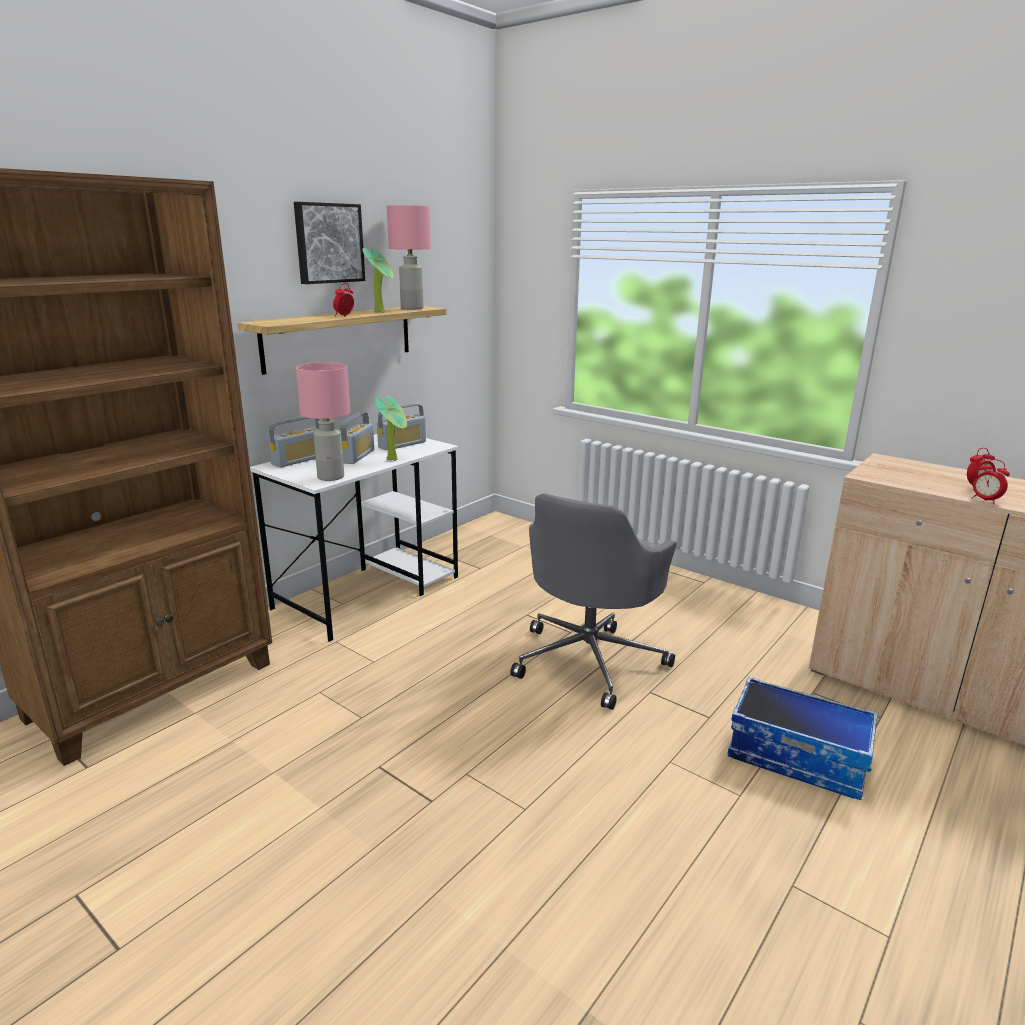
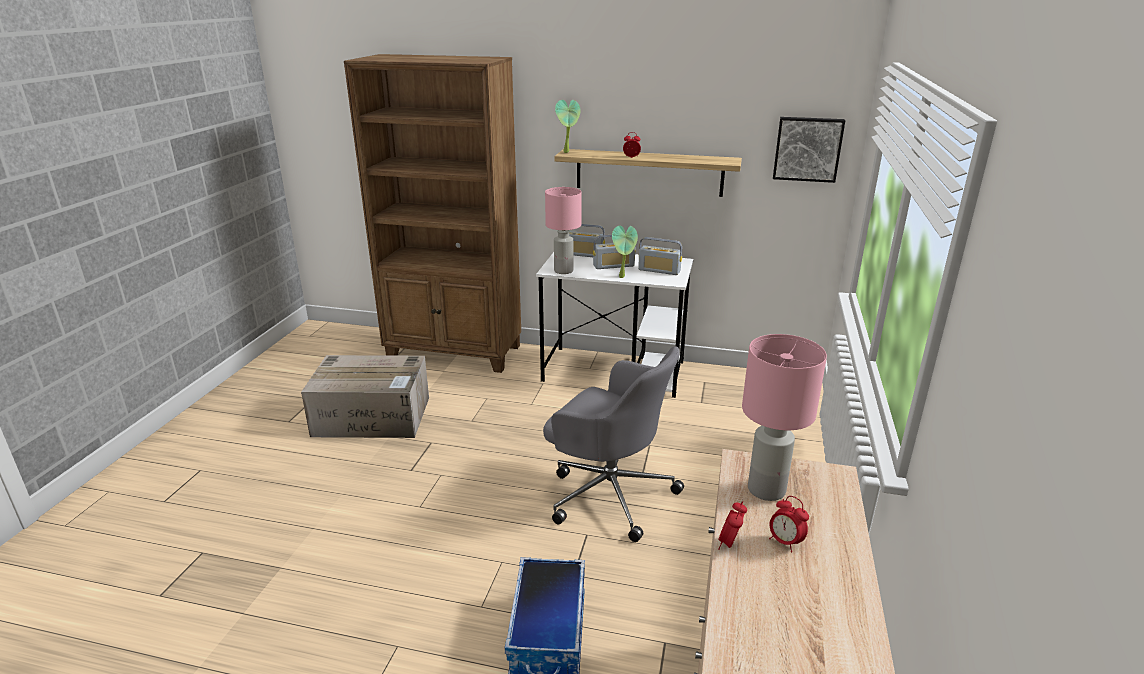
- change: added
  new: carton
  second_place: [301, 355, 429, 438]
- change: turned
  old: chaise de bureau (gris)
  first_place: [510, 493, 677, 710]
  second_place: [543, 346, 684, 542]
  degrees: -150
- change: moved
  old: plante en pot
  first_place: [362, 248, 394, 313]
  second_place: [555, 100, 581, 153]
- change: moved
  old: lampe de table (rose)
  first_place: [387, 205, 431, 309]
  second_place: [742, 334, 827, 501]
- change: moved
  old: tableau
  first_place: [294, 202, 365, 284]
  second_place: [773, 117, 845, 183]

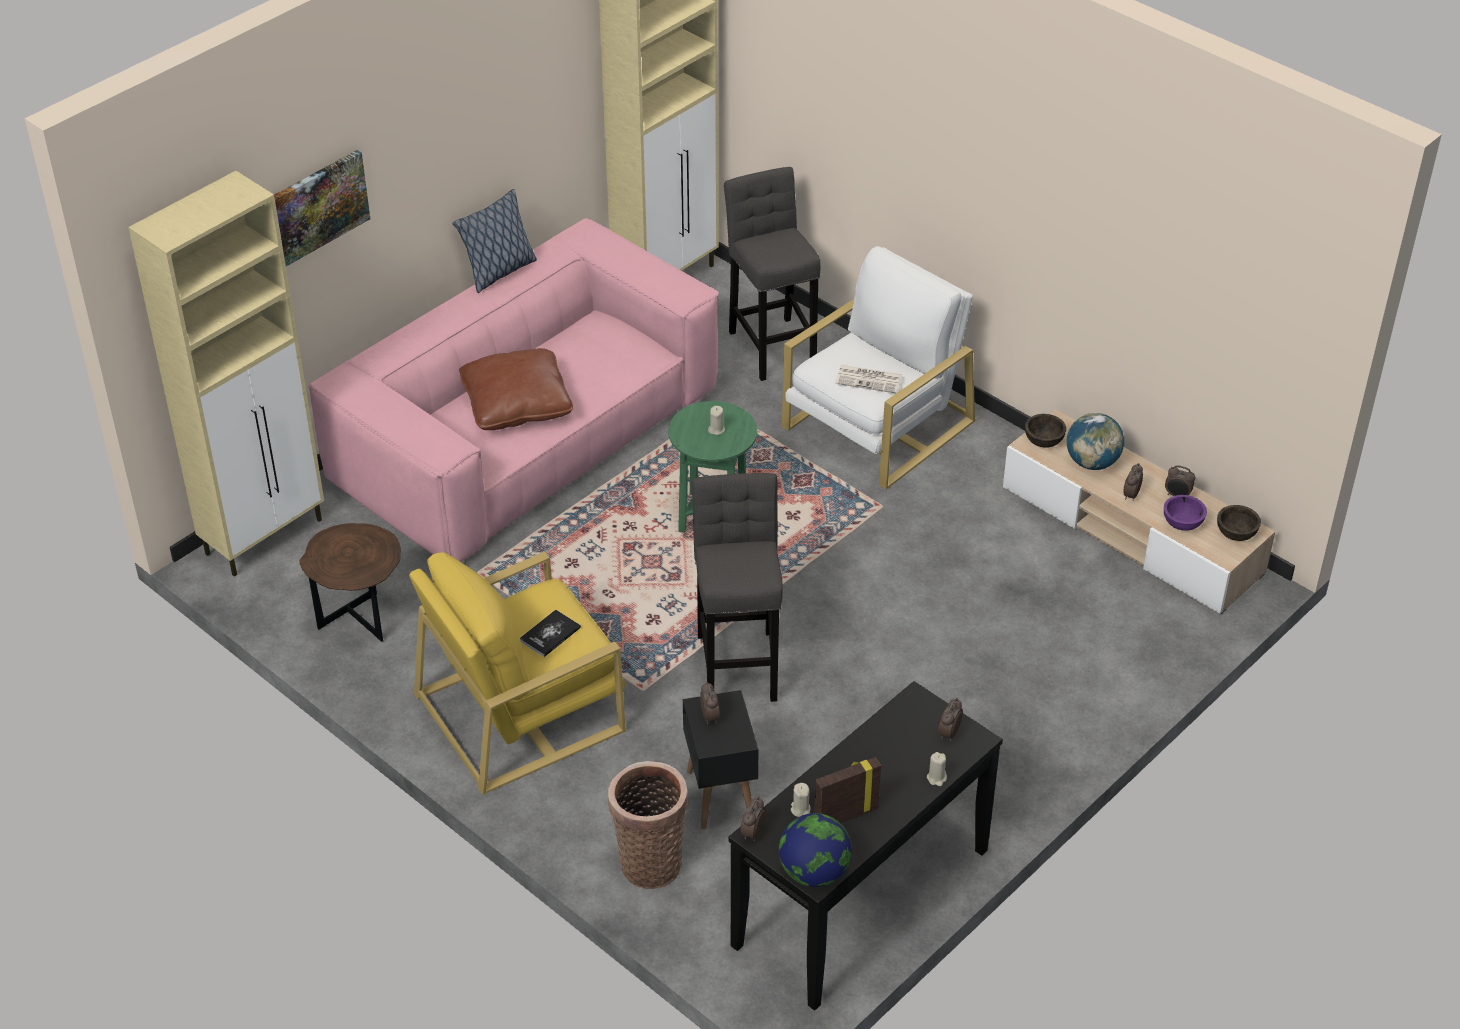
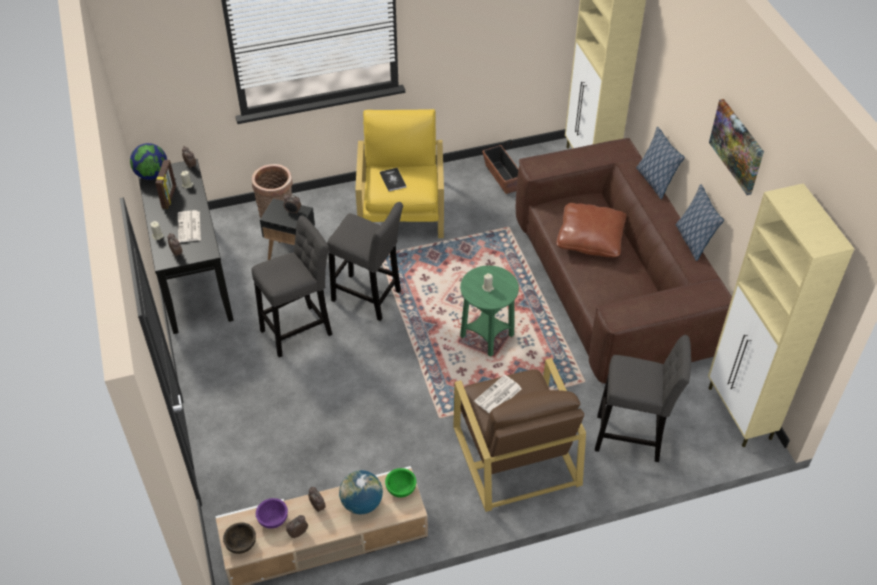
- change: added
  new: journal
  second_place: [178, 210, 201, 242]
- change: added
  new: tabouret (gris)
  second_place: [252, 215, 332, 358]
- change: recoloured
  old: bol (marron)
  new: bol (vert)
  first_place: [1025, 414, 1066, 448]
  second_place: [385, 468, 416, 498]
- change: recoloured
  old: fauteuil (blanc)
  new: fauteuil (marron)
  first_place: [782, 246, 975, 490]
  second_place: [453, 358, 586, 512]
- change: replaced
  old: table d'appoint (marron)
  new: cache-pot
  first_place: [299, 523, 401, 642]
  second_place: [482, 139, 519, 194]
- change: recoloured
  old: canapé (rose)
  new: canapé (marron)
  first_place: [308, 218, 719, 562]
  second_place: [516, 138, 732, 384]
- change: added
  new: coussin
  second_place: [636, 127, 685, 199]
- change: moved
  old: tableau
  first_place: [274, 150, 370, 266]
  second_place: [709, 99, 764, 195]

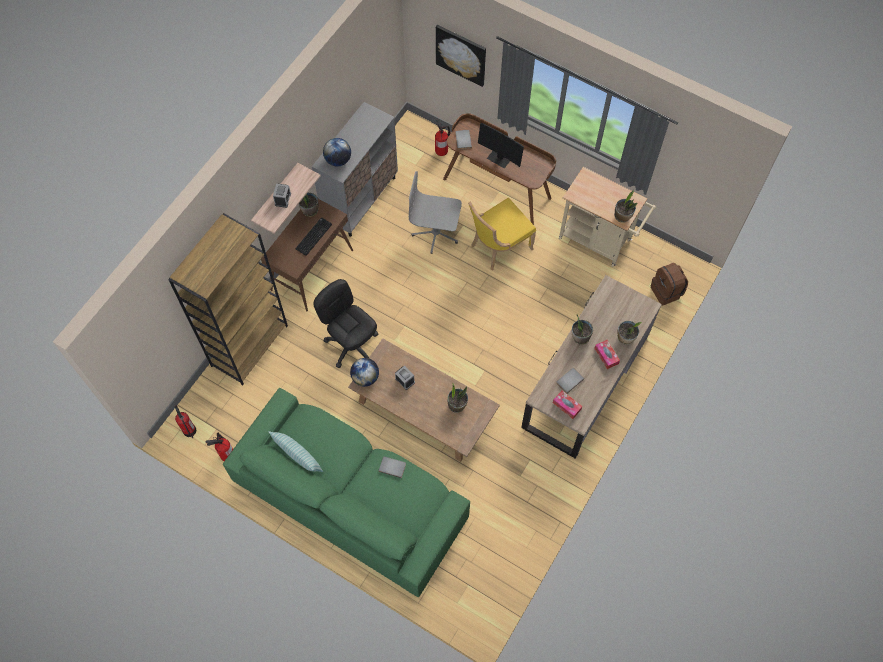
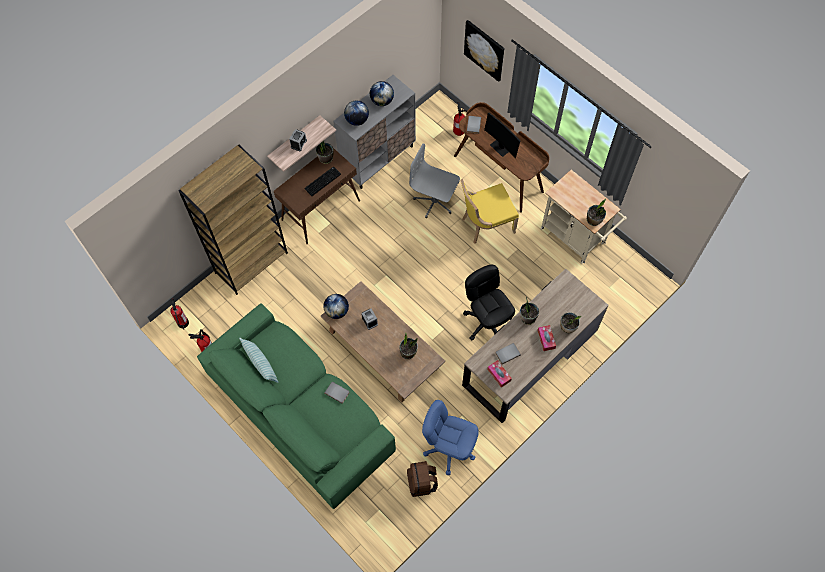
- change: added
  new: globe
  second_place: [370, 81, 394, 106]
- change: moved
  old: sac à dos (marron)
  first_place: [650, 263, 688, 305]
  second_place: [407, 461, 438, 497]
- change: added
  new: chaise de bureau (bleu)
  second_place: [422, 400, 479, 475]
- change: moved
  old: chaise de bureau (noir)
  first_place: [314, 279, 378, 368]
  second_place: [463, 265, 515, 341]

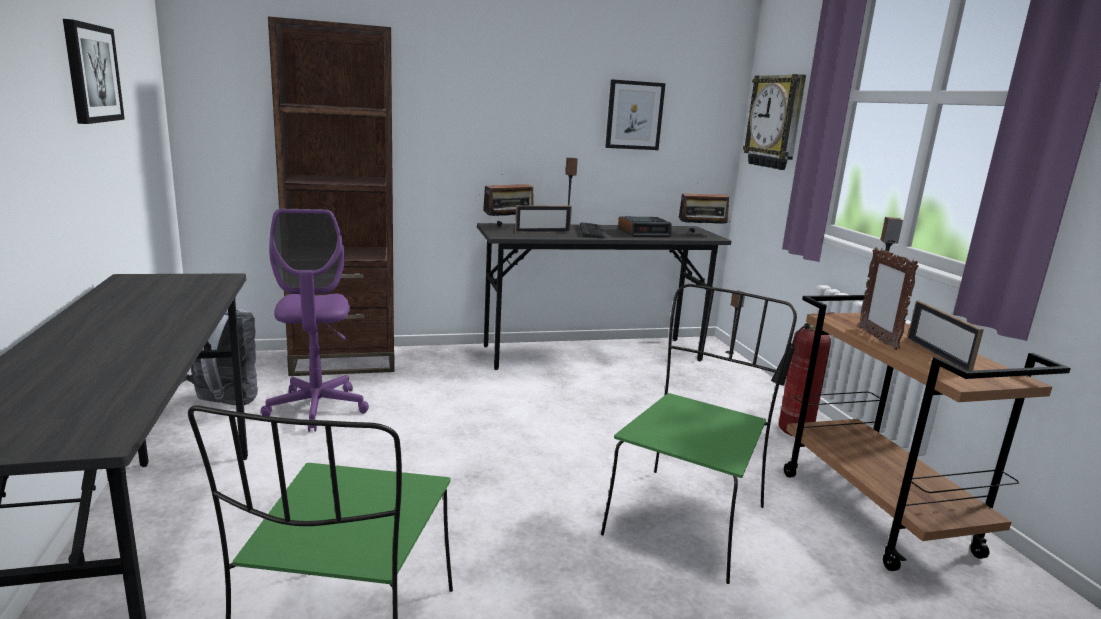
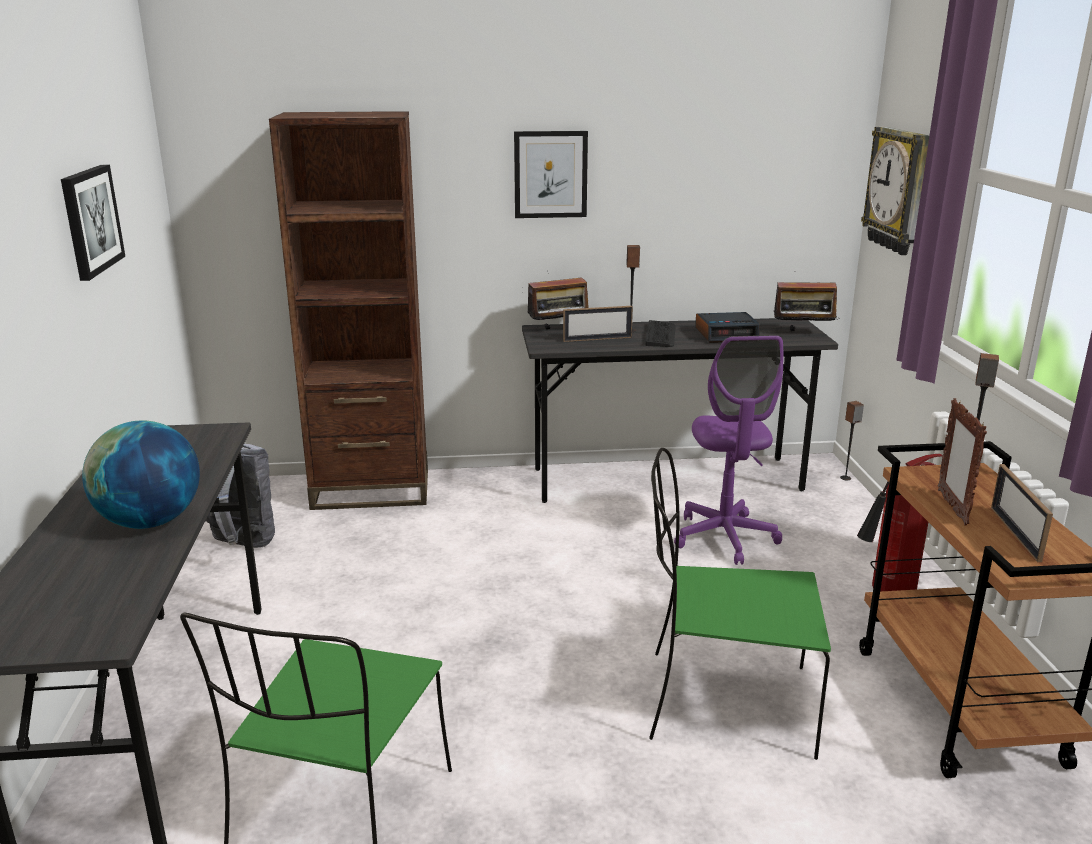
- change: added
  new: globe
  second_place: [82, 420, 200, 529]
- change: moved
  old: tableau
  first_place: [605, 79, 666, 150]
  second_place: [514, 131, 588, 218]
- change: turned
  old: chaise (vert)
  first_place: [601, 284, 797, 584]
  second_place: [649, 448, 831, 760]
  degrees: -120
- change: moved
  old: chaise de bureau (violet)
  first_place: [260, 209, 369, 432]
  second_place: [674, 335, 783, 565]

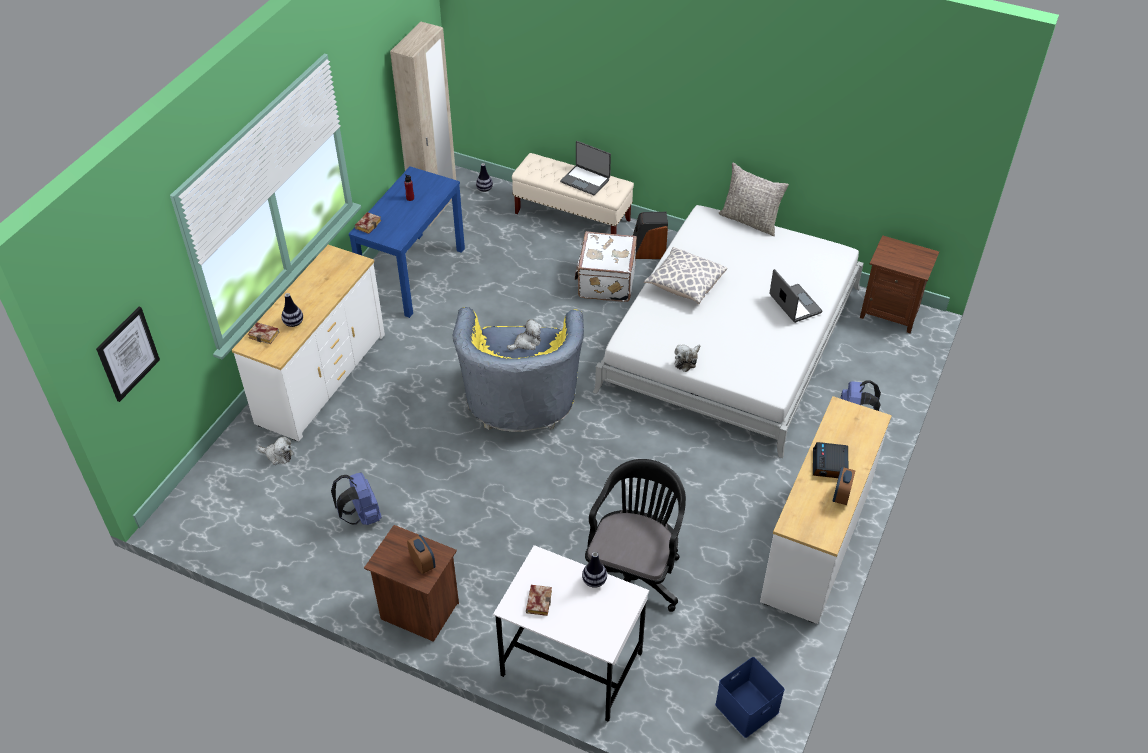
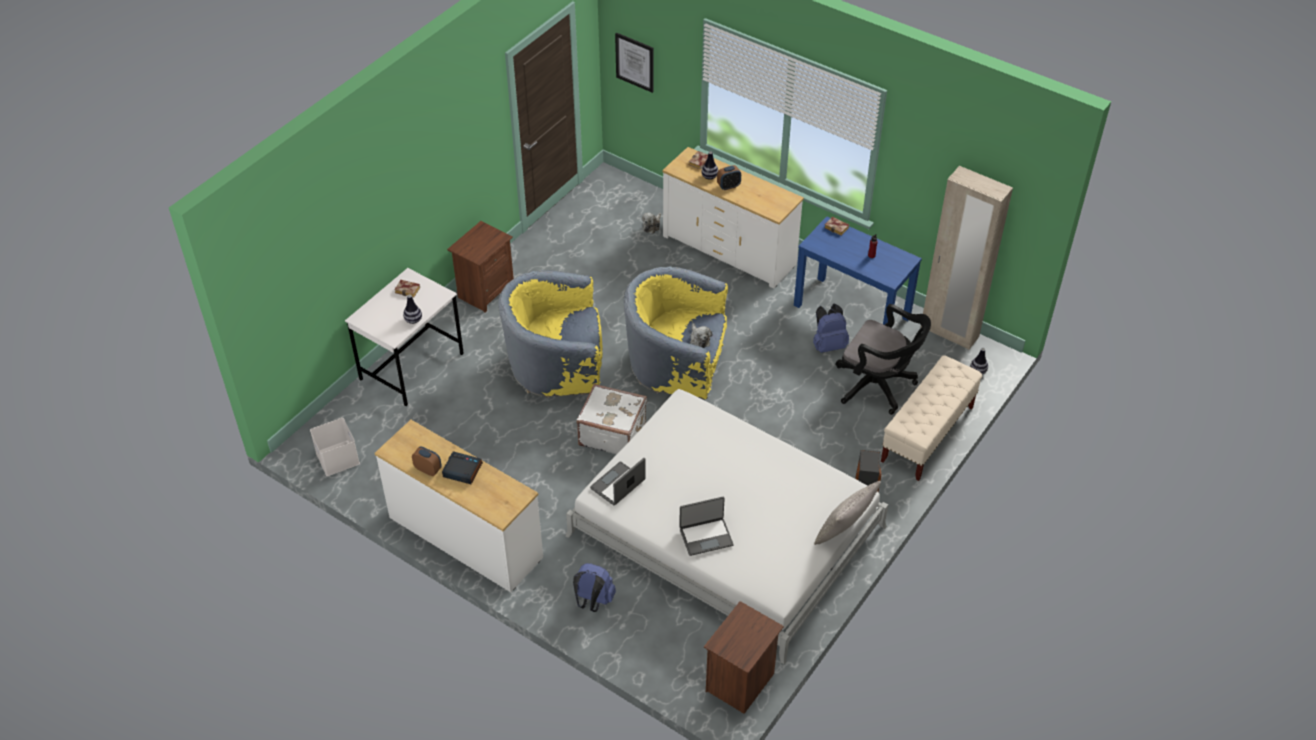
- change: recoloured
  old: boîte de rangement (bleu)
  new: boîte de rangement (blanc)
  first_place: [715, 657, 785, 738]
  second_place: [310, 418, 360, 476]
- change: added
  new: fauteuil (jaune)
  second_place: [498, 270, 603, 398]
- change: moved
  old: valise (blanc)
  first_place: [575, 231, 637, 302]
  second_place: [576, 384, 647, 454]
- change: moved
  old: ordinateur portable
  first_place: [560, 141, 611, 195]
  second_place: [590, 458, 646, 505]
- change: moved
  old: réveil
  first_place: [407, 535, 436, 574]
  second_place: [717, 165, 741, 190]
- change: moved
  old: sac à dos (bleu)
  first_place: [331, 473, 382, 525]
  second_place: [813, 304, 849, 353]
- change: moved
  old: chaise de bureau (noir)
  first_place: [585, 459, 686, 612]
  second_place: [835, 304, 931, 415]
- change: removed
  old: coussin
  first_place: [644, 247, 727, 304]
- change: removed
  old: peluche
  first_place: [674, 344, 700, 372]

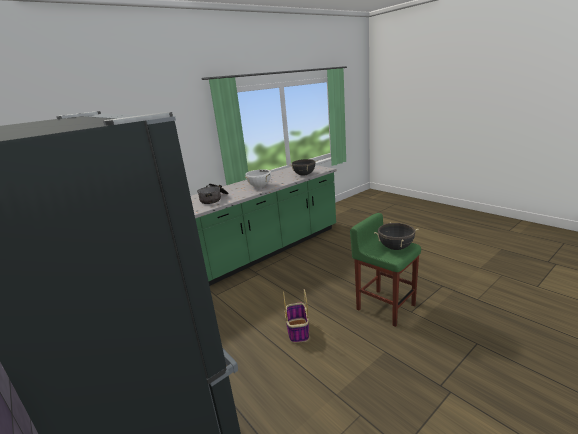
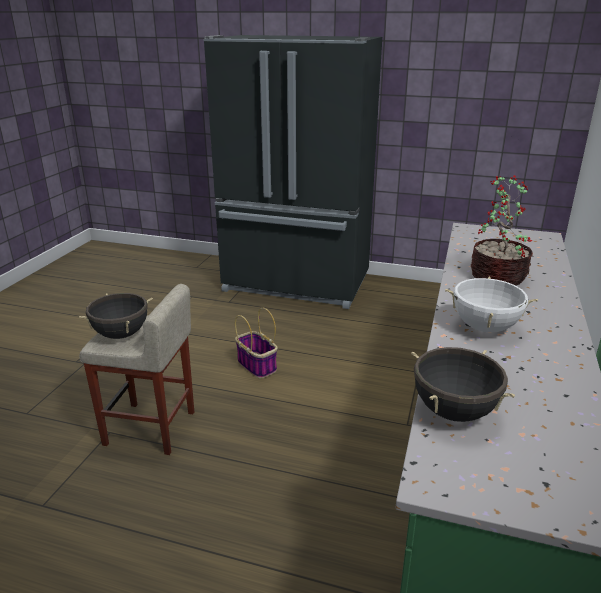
- change: recoloured
  old: tabouret (vert)
  new: tabouret (beige)
  first_place: [350, 213, 421, 327]
  second_place: [79, 284, 194, 455]
- change: replaced
  old: marmite
  new: plante en pot
  first_place: [197, 184, 229, 204]
  second_place: [471, 175, 533, 285]

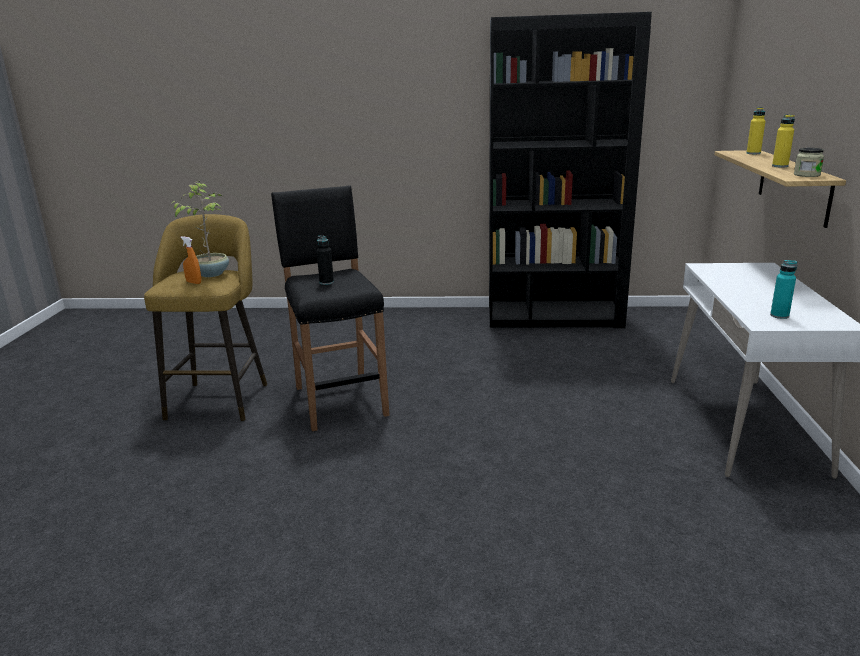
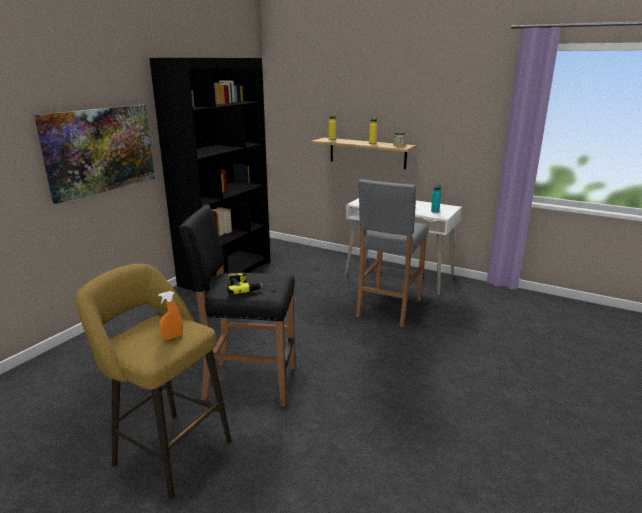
- change: added
  new: tableau
  second_place: [34, 105, 155, 204]
- change: replaced
  old: bouteille (noir)
  new: perceuse
  first_place: [317, 235, 334, 285]
  second_place: [227, 272, 277, 295]
- change: added
  new: tabouret (gris)
  second_place: [356, 179, 429, 327]
- change: removed
  old: plante en pot
  first_place: [172, 181, 229, 277]

